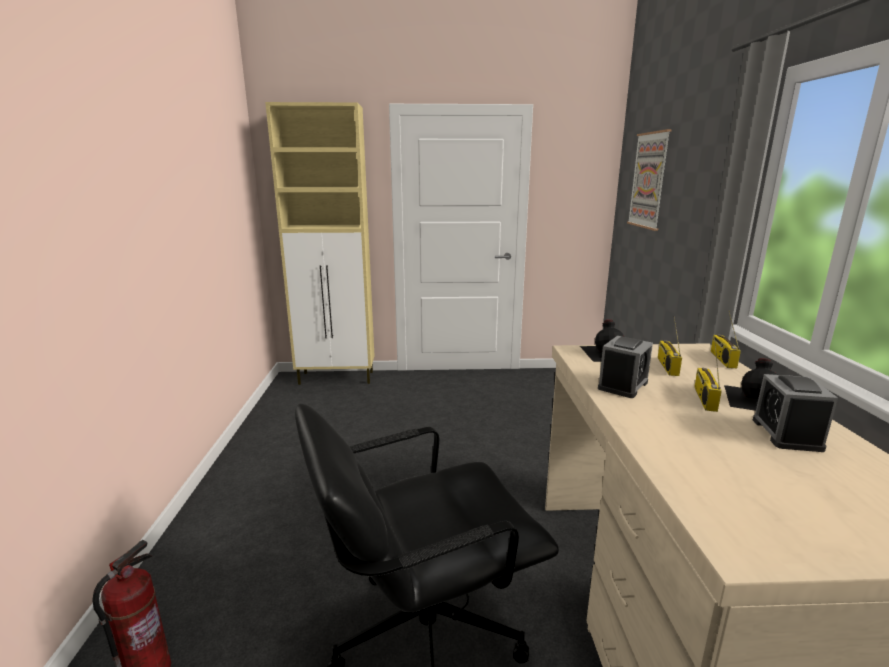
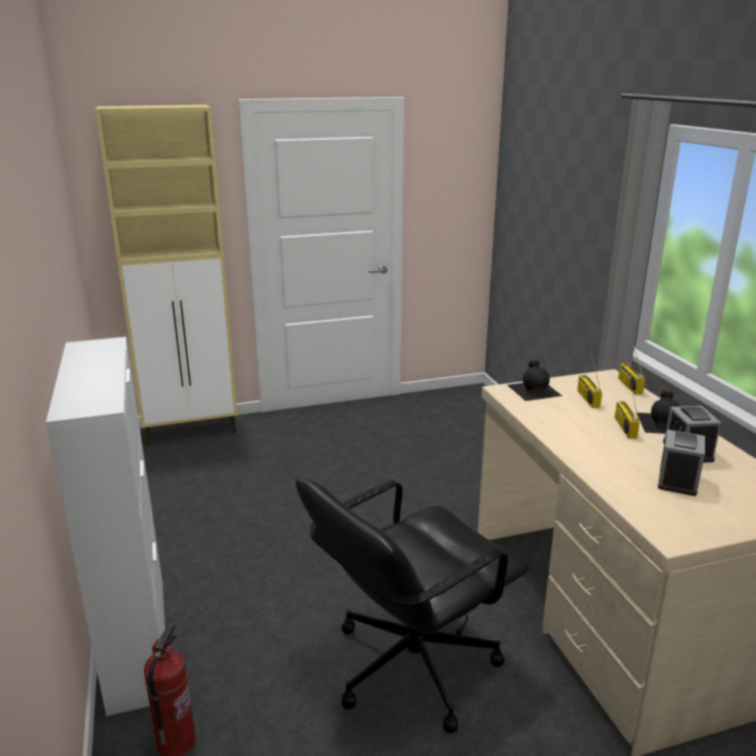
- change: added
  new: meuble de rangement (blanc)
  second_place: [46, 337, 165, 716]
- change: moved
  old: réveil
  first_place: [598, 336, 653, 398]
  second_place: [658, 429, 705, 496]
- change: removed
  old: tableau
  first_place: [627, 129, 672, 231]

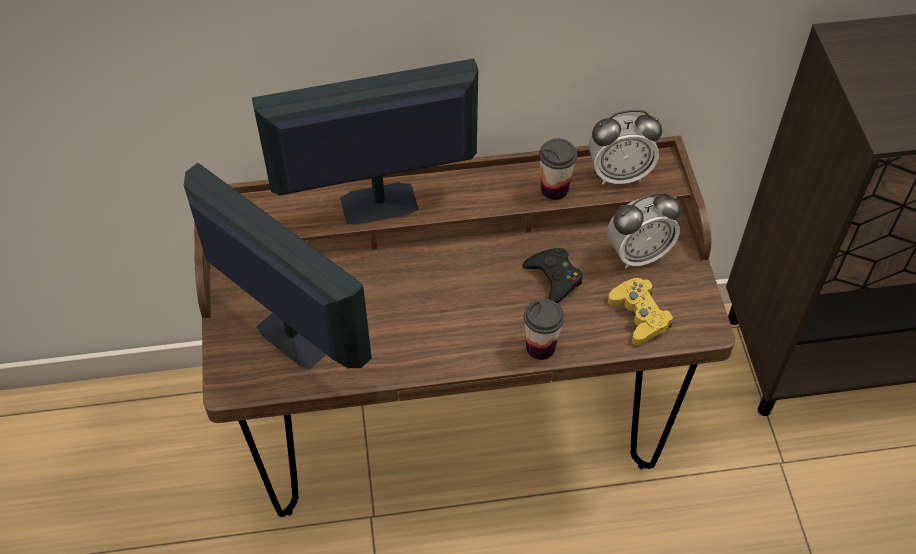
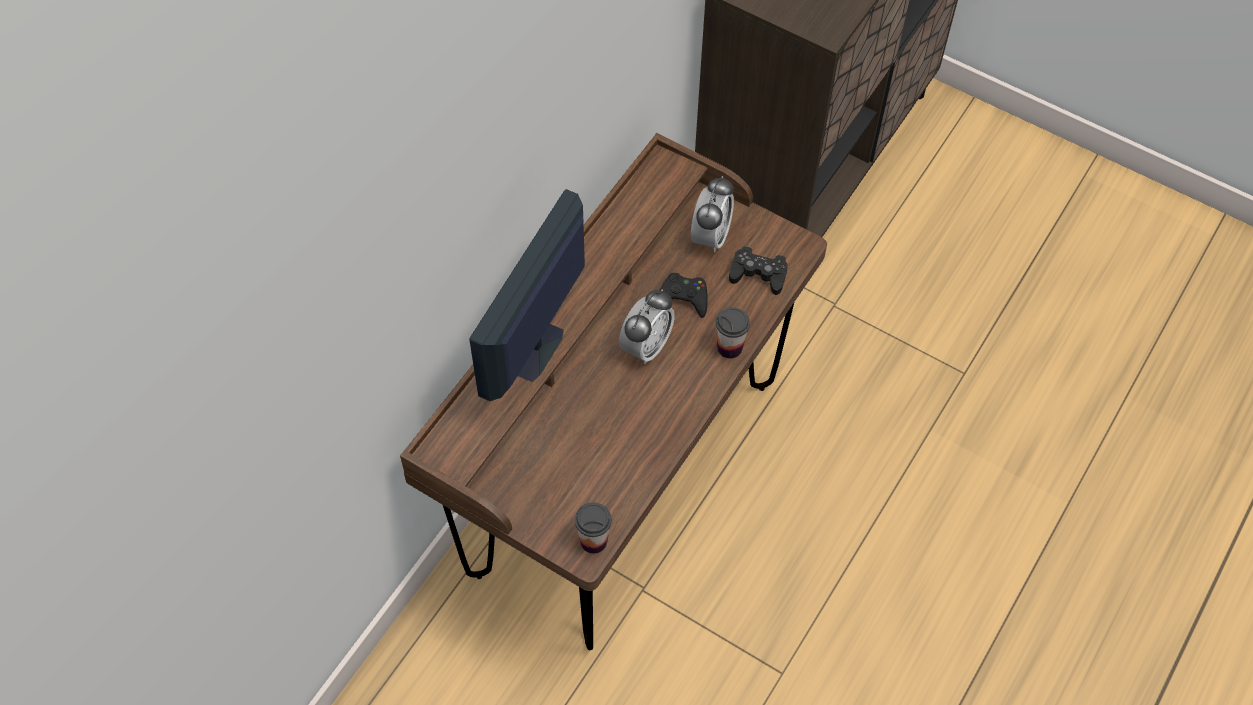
- change: moved
  old: tasse
  first_place: [539, 138, 577, 200]
  second_place: [575, 502, 612, 554]
- change: moved
  old: réveil
  first_place: [589, 110, 662, 185]
  second_place: [619, 289, 675, 364]
- change: recoloured
  old: manette (jaune)
  new: manette (noir)
  first_place: [608, 278, 673, 345]
  second_place: [729, 246, 788, 295]
- change: removed
  old: écran d'ordinateur
  first_place: [184, 163, 372, 369]

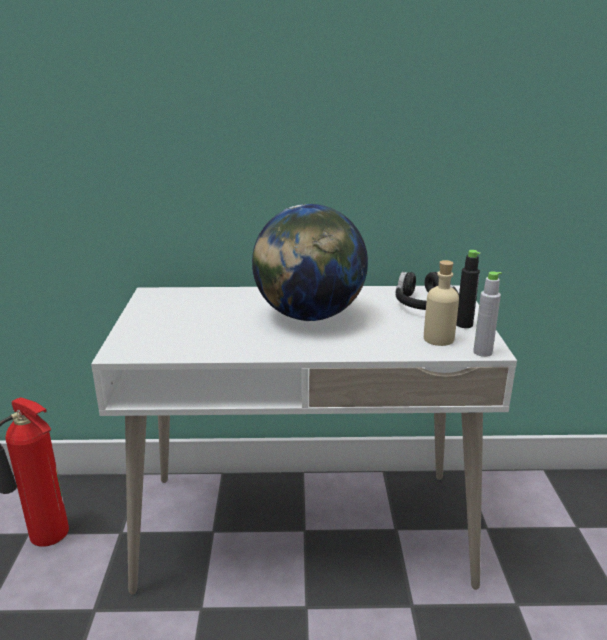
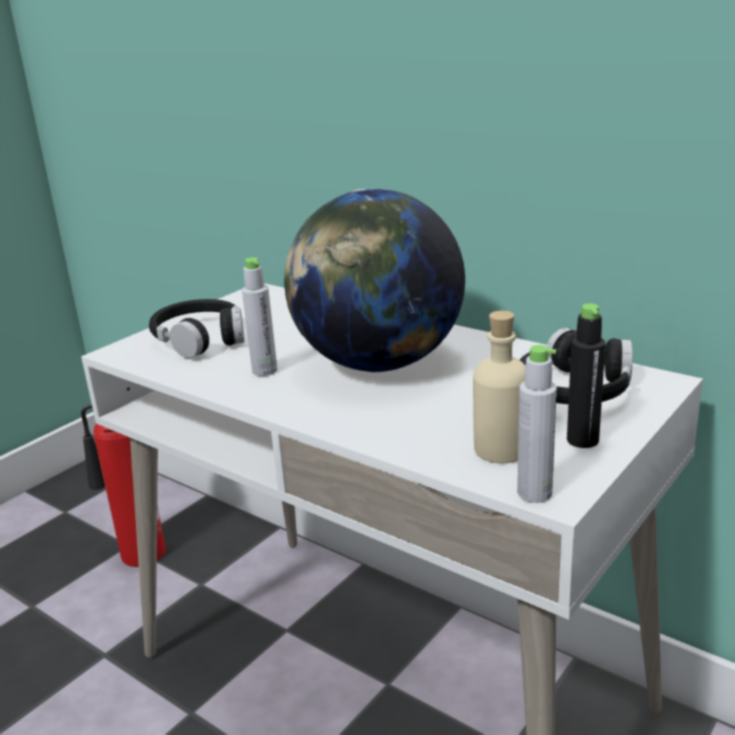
- change: added
  new: casque audio (noir)
  second_place: [149, 299, 244, 358]
- change: added
  new: bouteille (gris)
  second_place: [242, 257, 278, 376]

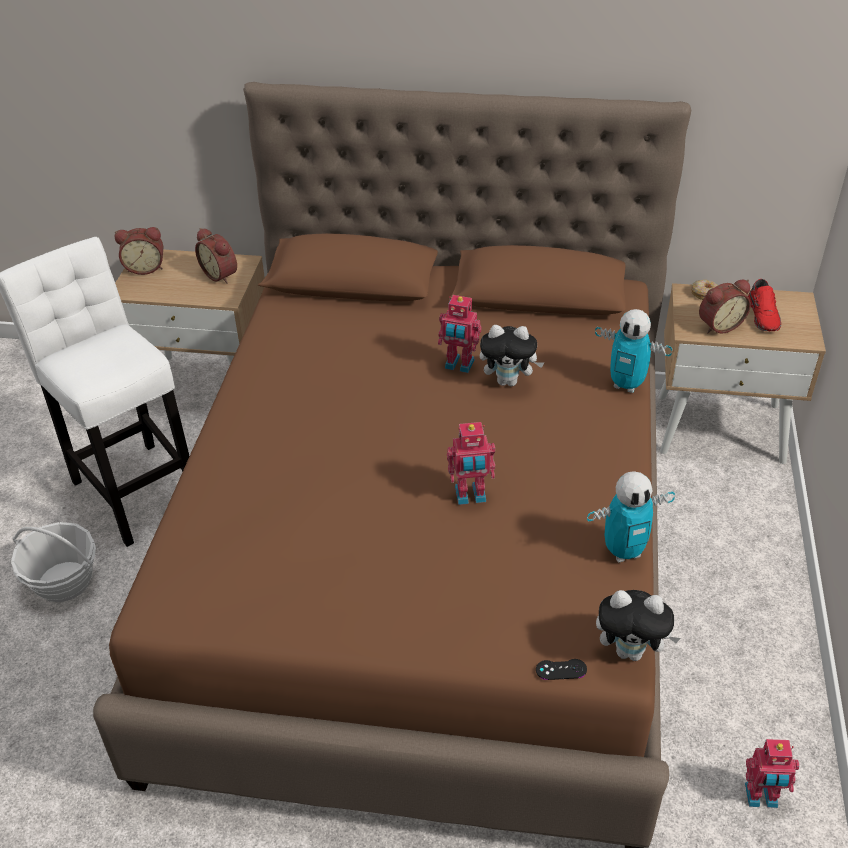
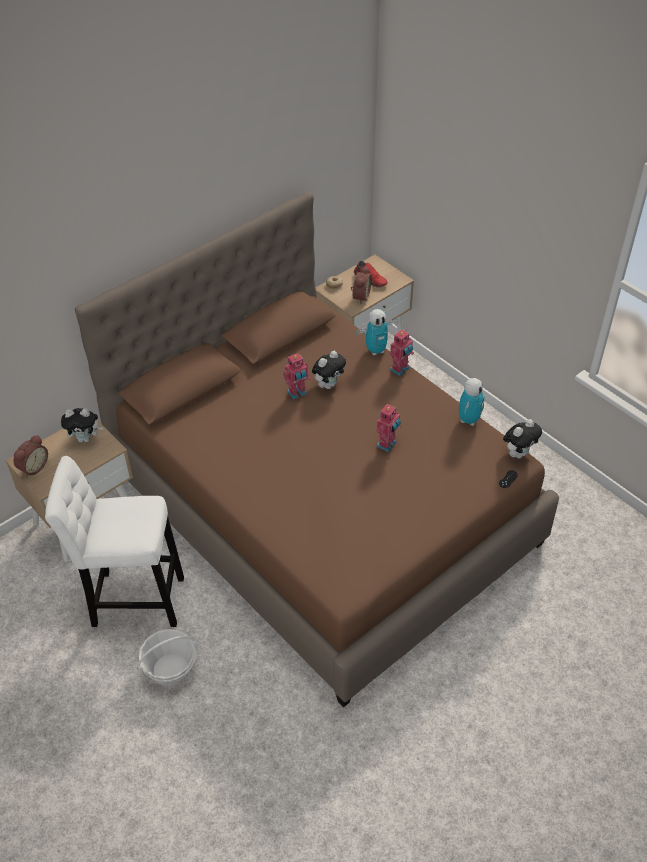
- change: replaced
  old: réveil
  new: peluche
  first_place: [195, 228, 237, 284]
  second_place: [61, 408, 103, 442]
- change: moved
  old: robot jouet
  first_place: [745, 739, 799, 808]
  second_place: [389, 330, 414, 376]

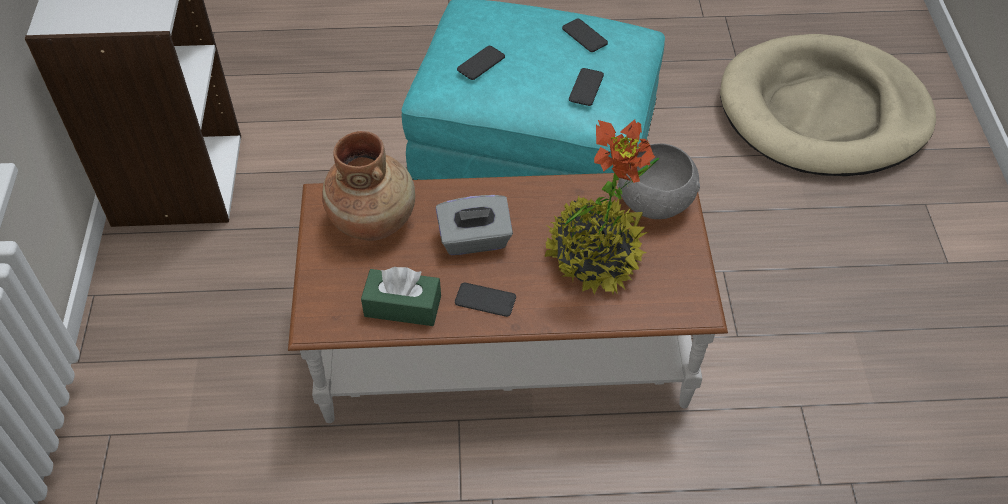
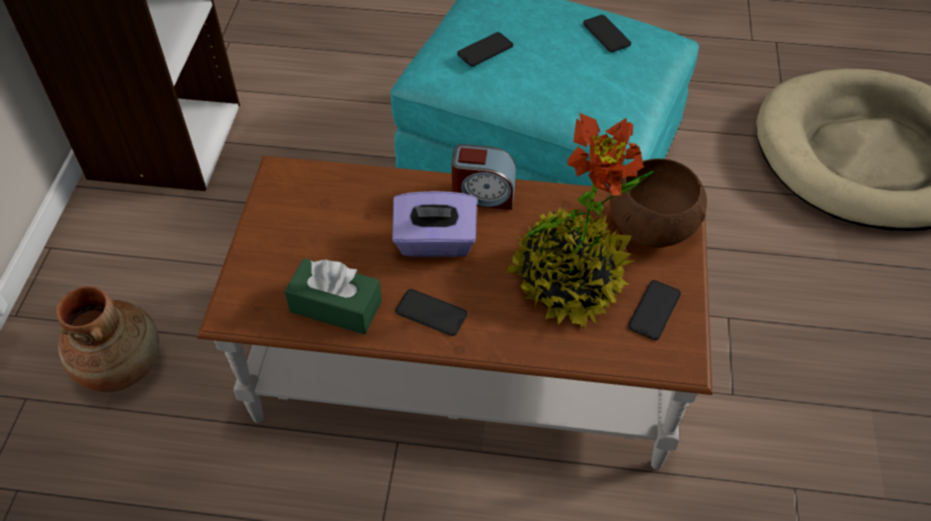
- change: moved
  old: vase (marron)
  first_place: [322, 131, 415, 241]
  second_place: [56, 286, 159, 392]
- change: recoloured
  old: boîte à mouchoirs (gris)
  new: boîte à mouchoirs (violet)
  first_place: [436, 195, 513, 255]
  second_place: [392, 191, 477, 257]
- change: added
  new: réveil
  second_place: [452, 144, 516, 210]
- change: recoloured
  old: bol (gris)
  new: bol (marron)
  first_place: [617, 143, 700, 219]
  second_place: [609, 159, 707, 248]
- change: moved
  old: téléphone
  first_place: [569, 68, 604, 106]
  second_place: [628, 280, 681, 340]

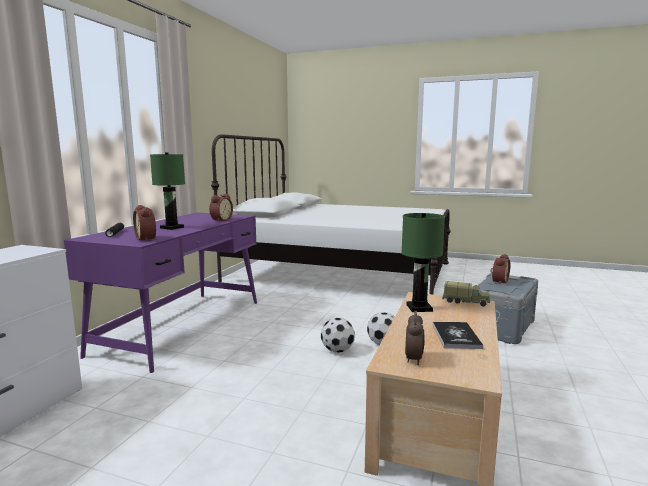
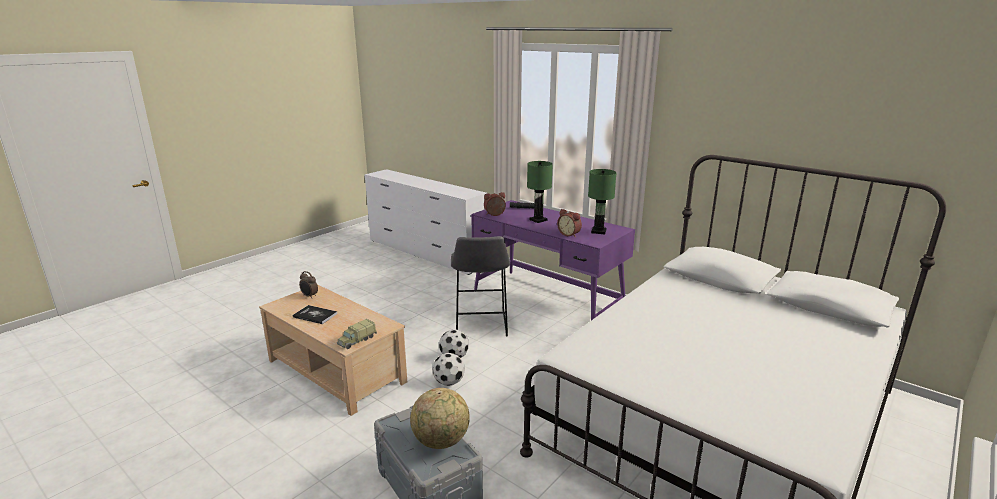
- change: replaced
  old: réveil
  new: globe
  first_place: [490, 254, 510, 285]
  second_place: [410, 388, 470, 449]
- change: added
  new: tabouret (gris)
  second_place: [451, 236, 510, 336]
- change: moved
  old: lampe de table (vert)
  first_place: [401, 213, 445, 312]
  second_place: [588, 169, 617, 234]

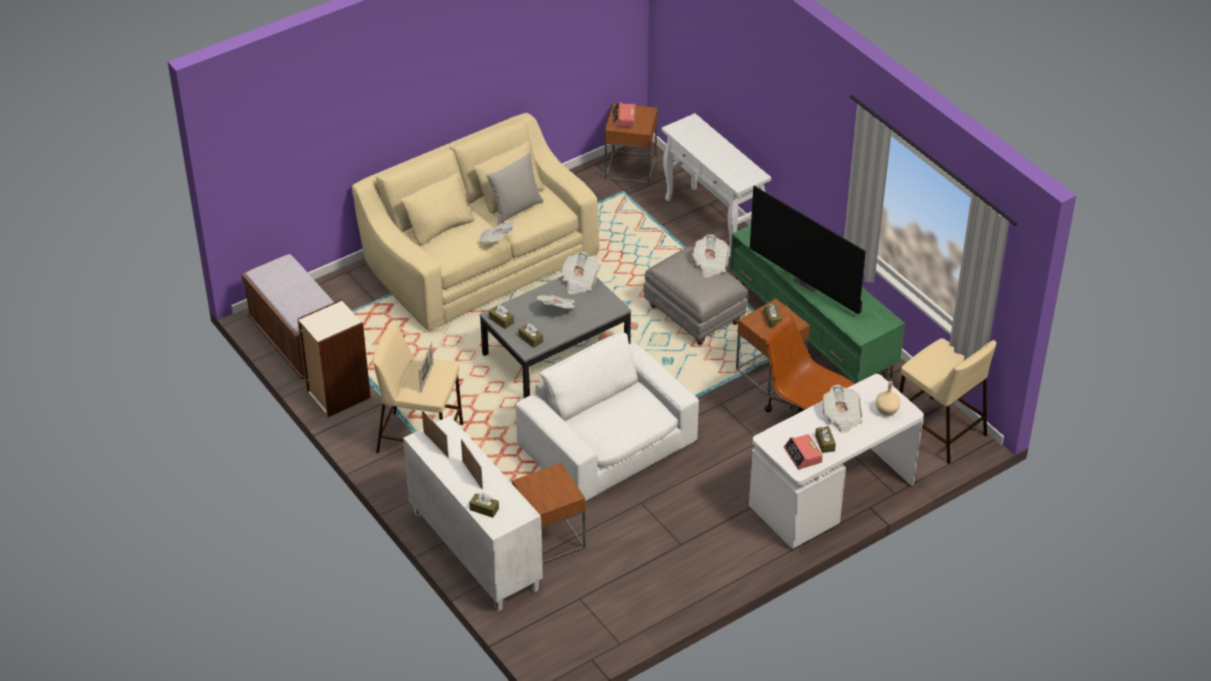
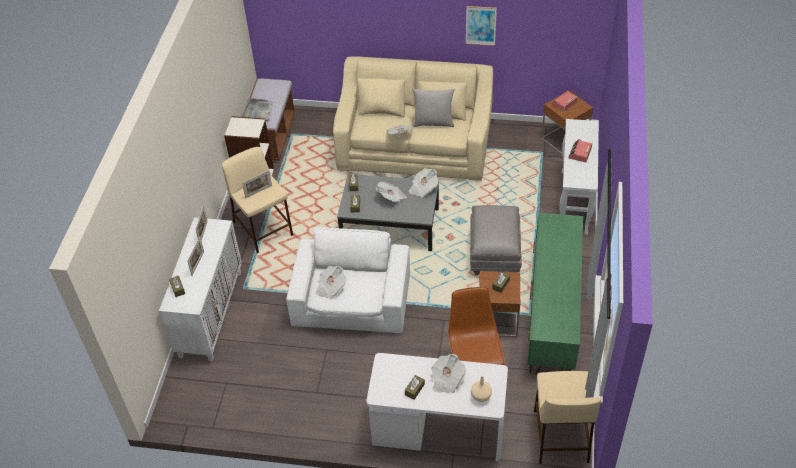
- change: added
  new: plateau (gris)
  second_place: [241, 98, 273, 121]
- change: moved
  old: journal
  first_place: [692, 235, 730, 278]
  second_place: [316, 266, 346, 299]
- change: added
  new: tableau
  second_place: [466, 6, 497, 46]
- change: moved
  old: réveil
  first_place: [784, 434, 823, 470]
  second_place: [568, 139, 592, 162]
- change: removed
  old: table d'appoint (marron)
  first_place: [512, 463, 585, 564]
- change: removed
  old: téléviseur
  first_place: [750, 186, 866, 314]

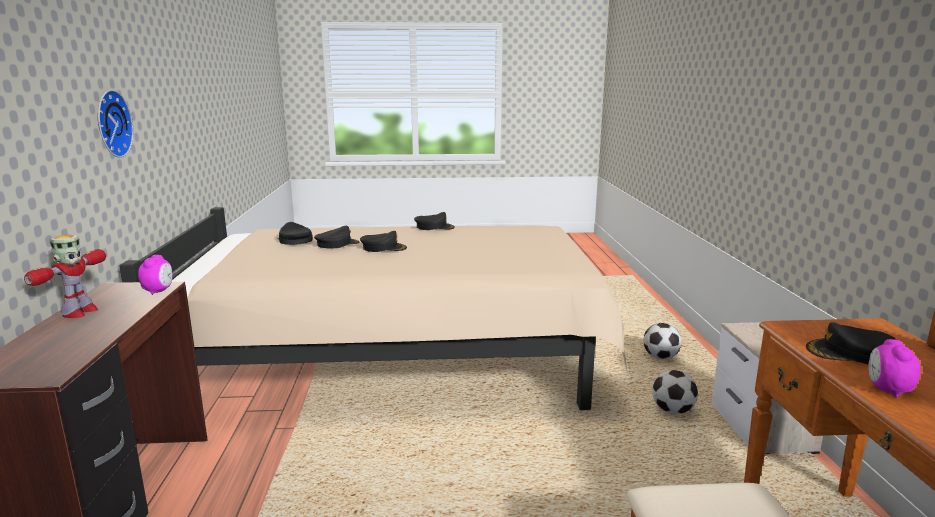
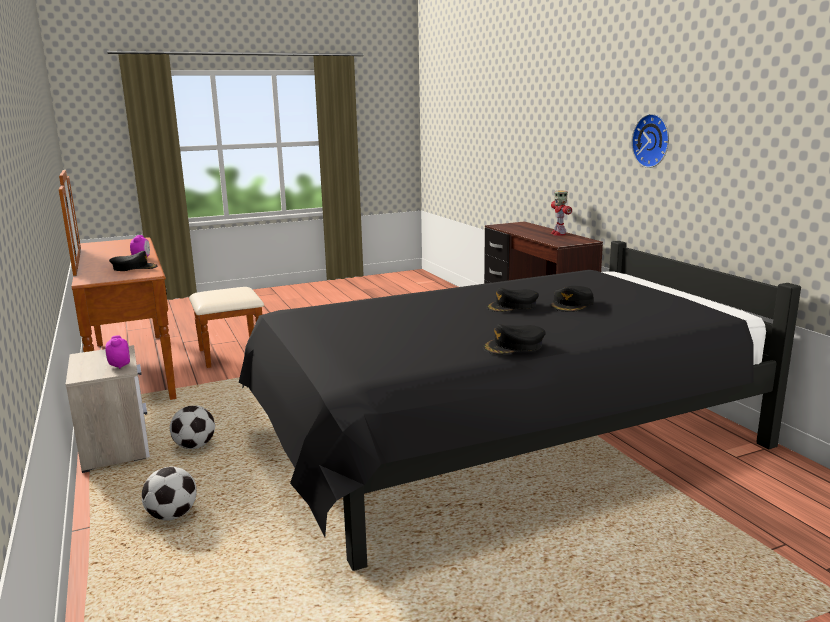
- change: moved
  old: réveil
  first_place: [138, 255, 173, 295]
  second_place: [105, 335, 130, 369]
- change: recoloured
  old: lit (beige)
  new: lit (noir)
  first_place: [120, 207, 627, 410]
  second_place: [239, 241, 801, 571]
- change: removed
  old: casquette (noir)
  first_place: [277, 222, 313, 245]

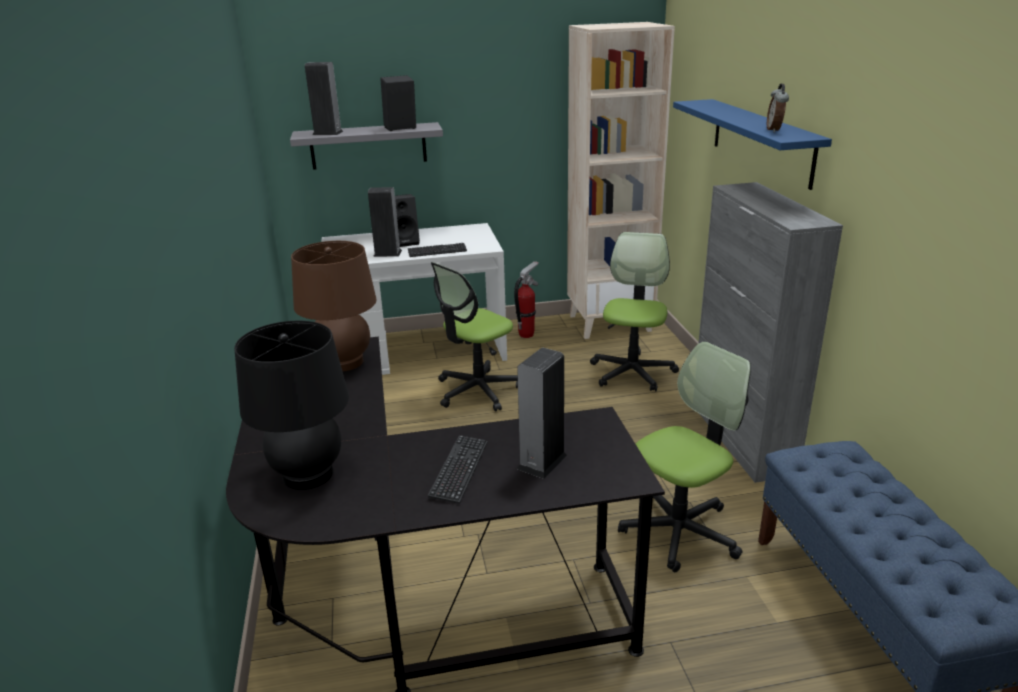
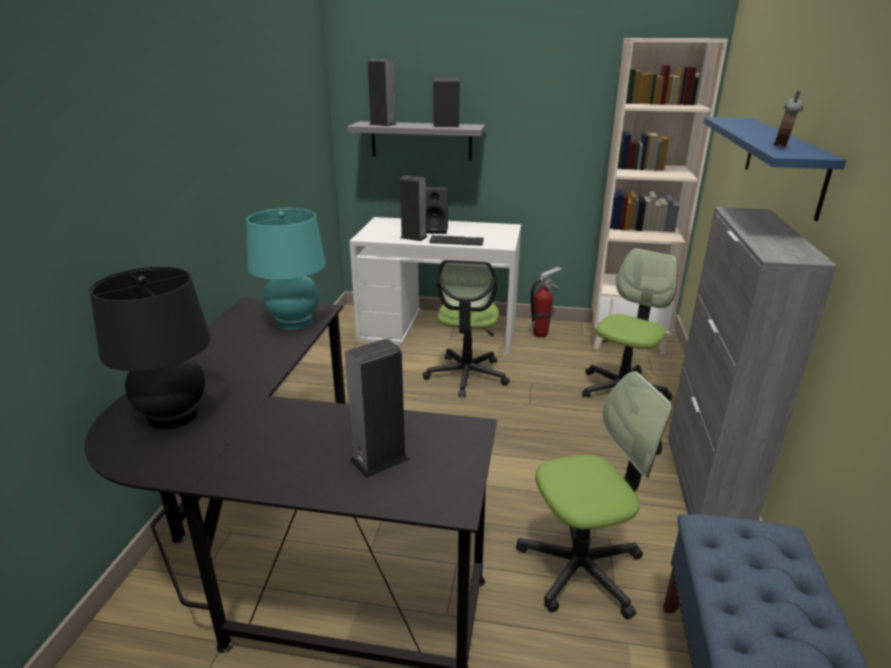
- change: recoloured
  old: lampe de table (marron)
  new: lampe de table (turquoise)
  first_place: [291, 241, 376, 371]
  second_place: [246, 208, 326, 330]
- change: turned
  old: chaise de bureau
  first_place: [431, 262, 518, 411]
  second_place: [422, 260, 510, 397]
  degrees: -60
- change: removed
  old: clavier
  first_place: [428, 435, 488, 504]

